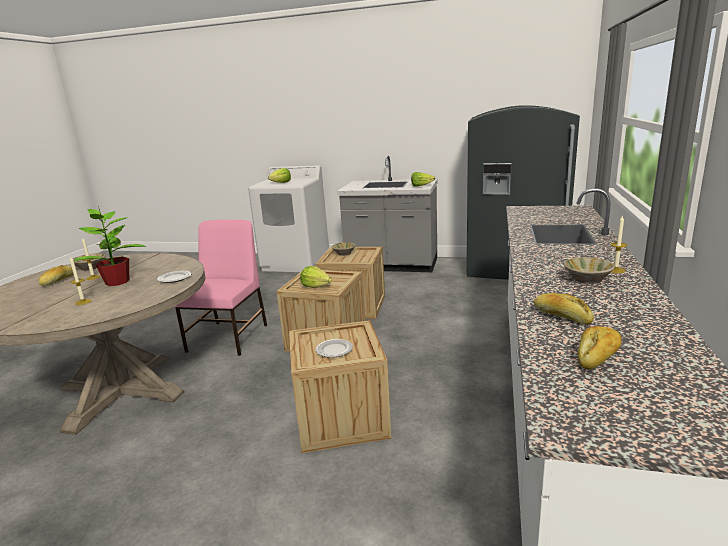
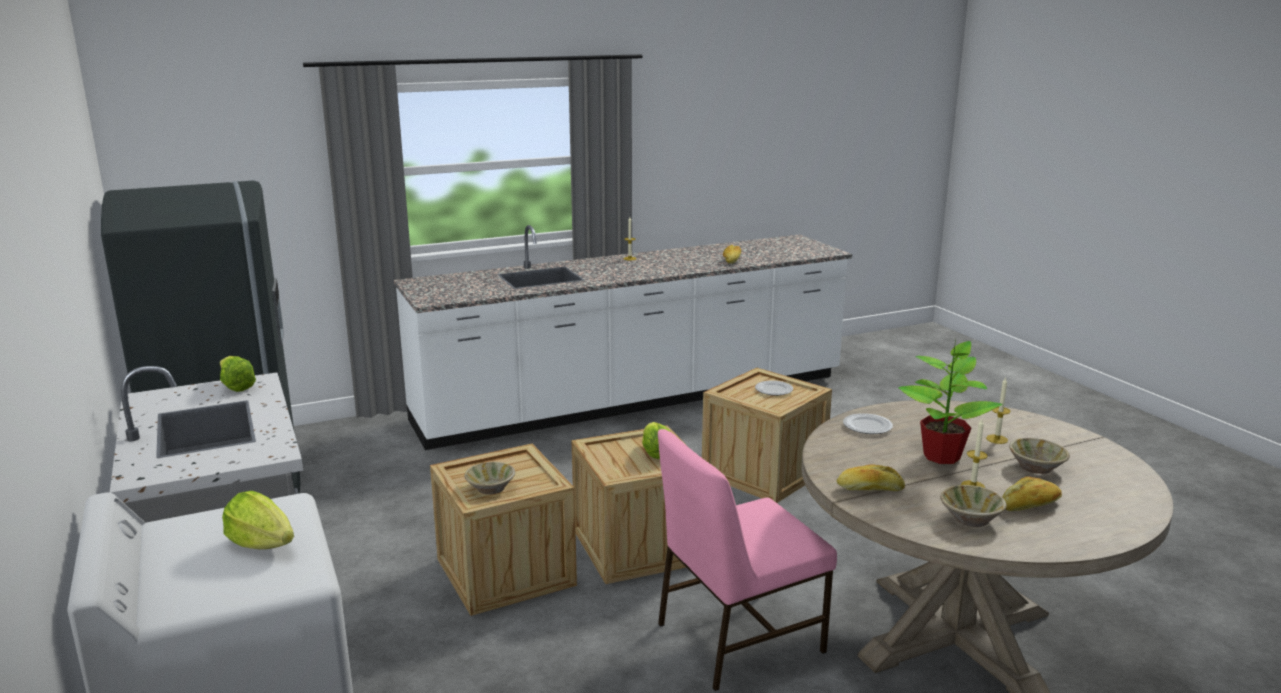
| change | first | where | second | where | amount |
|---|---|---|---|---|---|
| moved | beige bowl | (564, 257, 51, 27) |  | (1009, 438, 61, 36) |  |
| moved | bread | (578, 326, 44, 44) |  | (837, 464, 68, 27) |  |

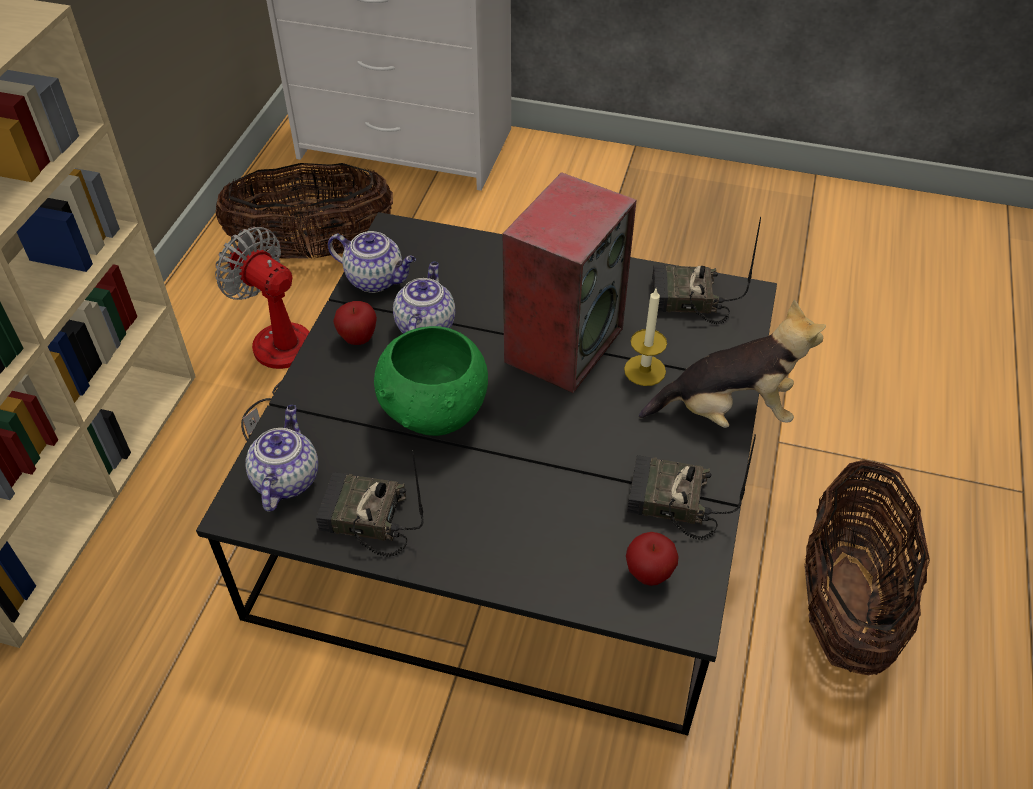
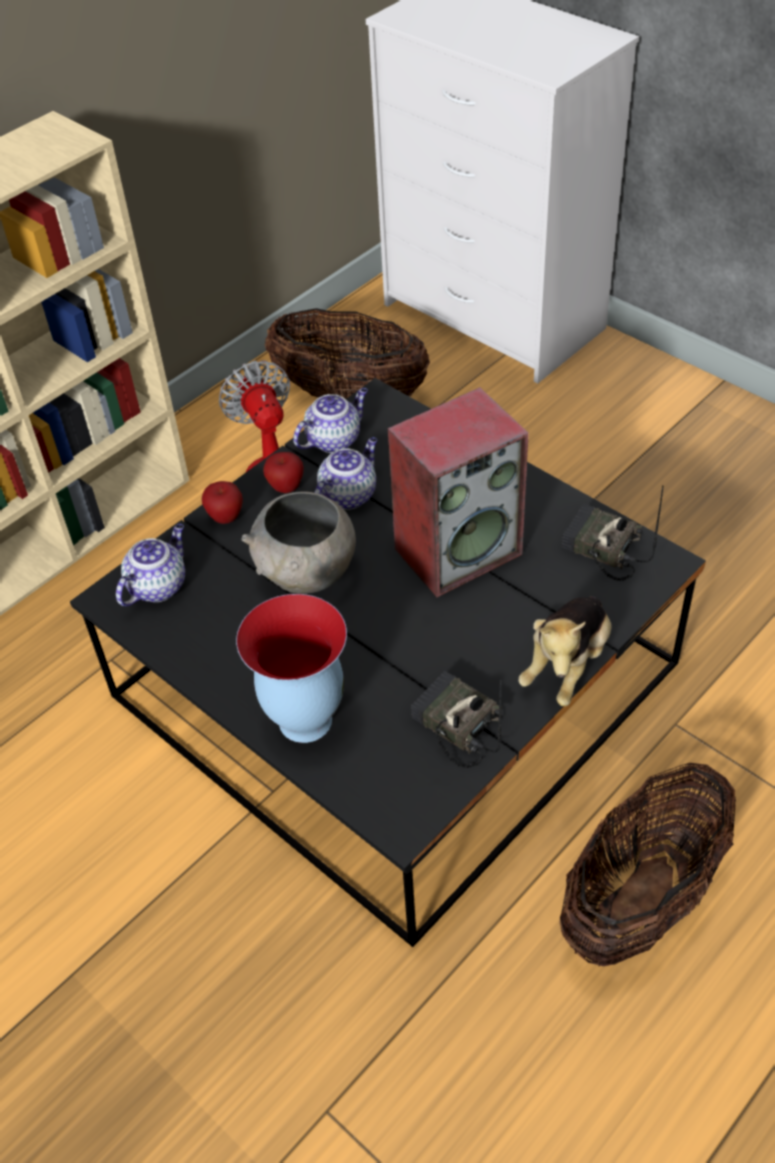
| change | first | where | second | where | amount |
|---|---|---|---|---|---|
| turned | teapot | (328, 231, 88, 62) |  | (293, 388, 75, 65) | 90 degrees counterclockwise |
| removed | candle | (624, 287, 43, 99) |  |  |  |
| turned | plush toy | (639, 299, 187, 129) |  | (518, 596, 94, 110) | 90 degrees clockwise |
| recoloured | green bowl | (374, 326, 114, 110) | grey bowl | (241, 491, 115, 103) |  |
| removed | radio | (316, 450, 108, 107) |  |  |  |
| moved | apple | (626, 532, 53, 54) |  | (201, 481, 42, 43) |  |
| added |  |  | vase | (236, 594, 111, 149) |  |

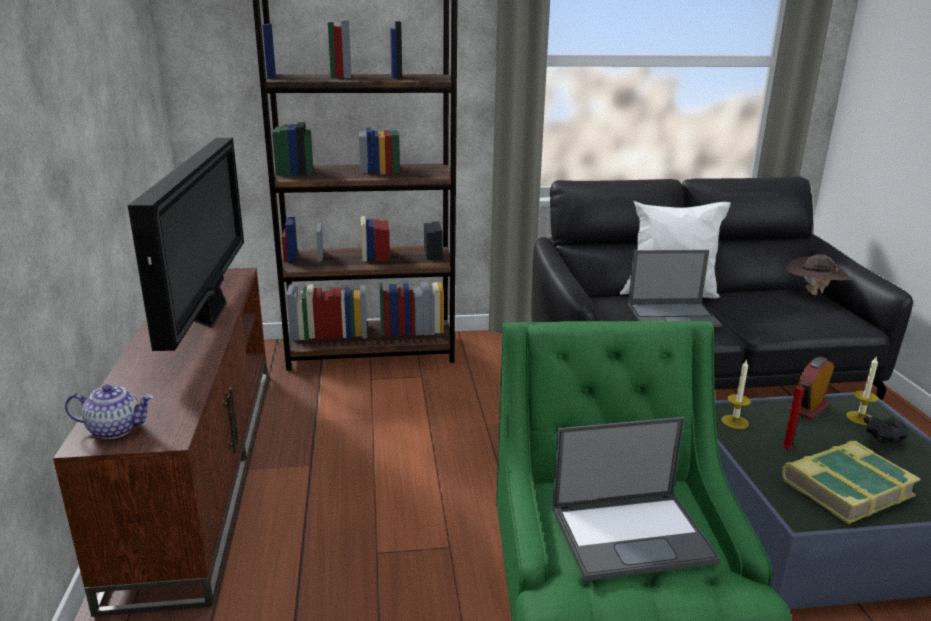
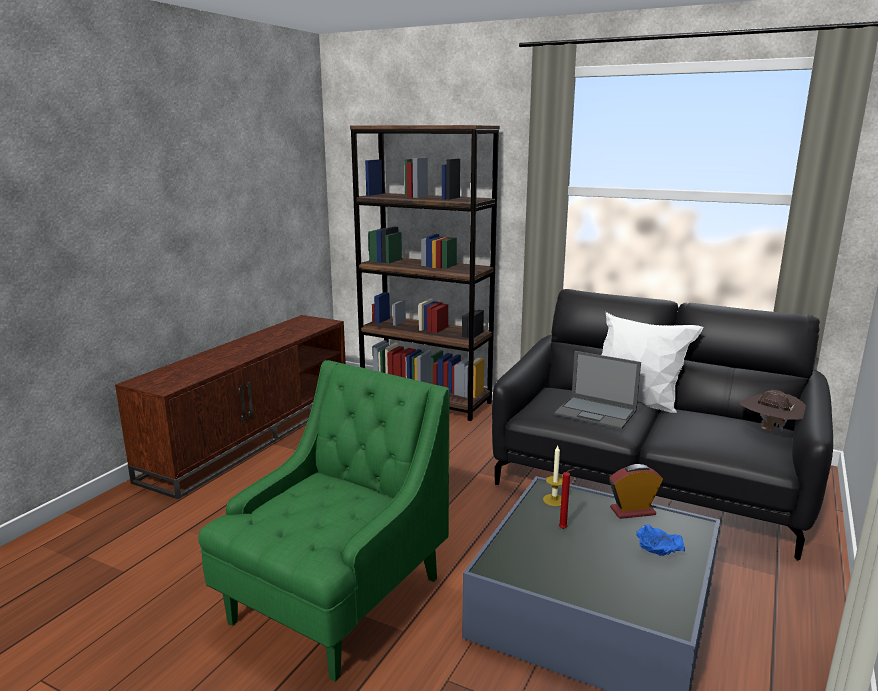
| change | first | where | second | where | amount |
|---|---|---|---|---|---|
| removed | television | (128, 138, 116, 213) |  |  |  |
| removed | candle | (846, 357, 32, 68) |  |  |  |
| removed | teapot | (65, 384, 89, 55) |  |  |  |
| recoloured | black bowl | (863, 416, 45, 28) | blue bowl | (636, 524, 49, 32) |  |
| removed | laptop | (552, 417, 169, 164) |  |  |  |
| removed | book | (782, 441, 138, 83) |  |  |  |

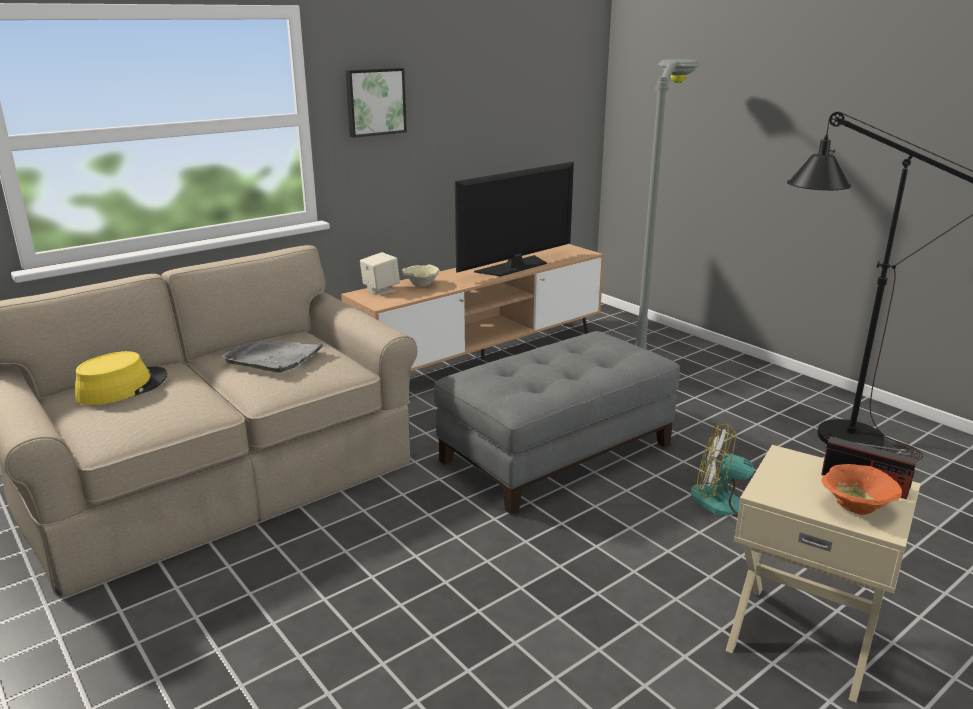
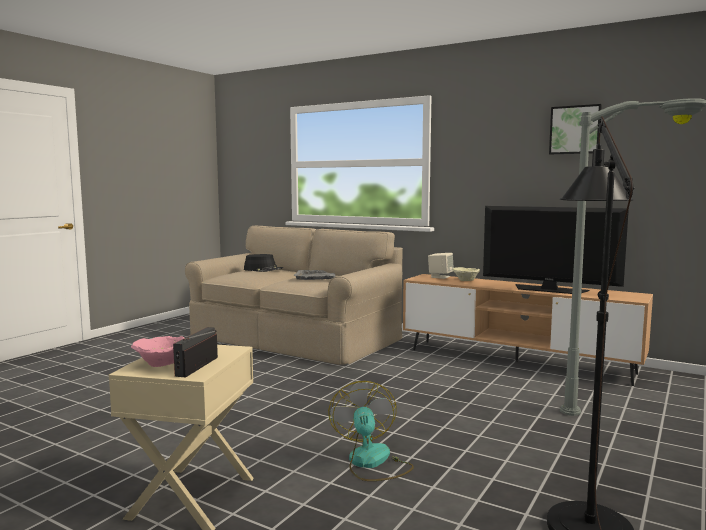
| change | first | where | second | where | amount |
|---|---|---|---|---|---|
| moved | picture | (345, 68, 62, 70) |  | (549, 104, 53, 50) |  |
| removed | grey ottoman | (434, 331, 246, 184) |  |  |  |
| recoloured | yellow hat | (75, 351, 92, 54) | black hat | (244, 254, 39, 18) |  |
| recoloured | orange bowl | (821, 464, 81, 51) | pink bowl | (131, 336, 53, 31) |  |

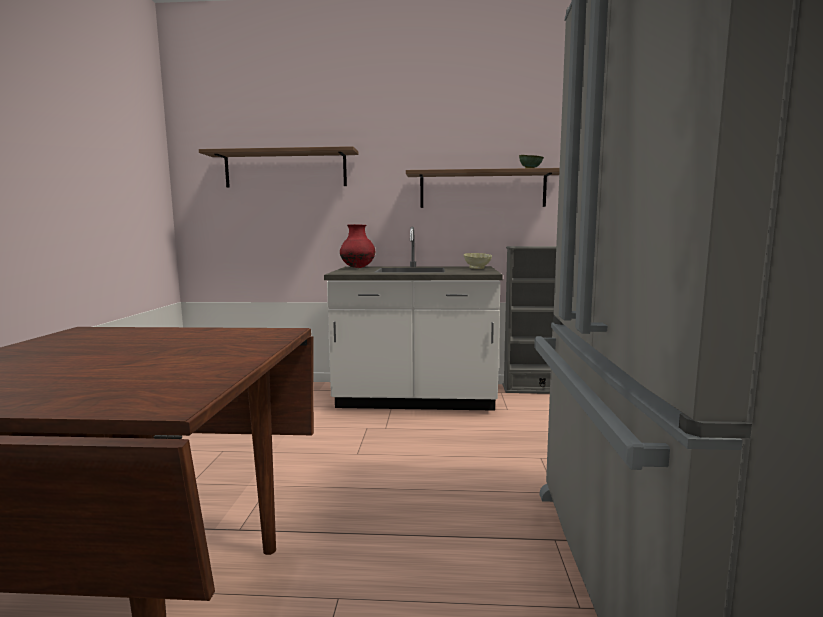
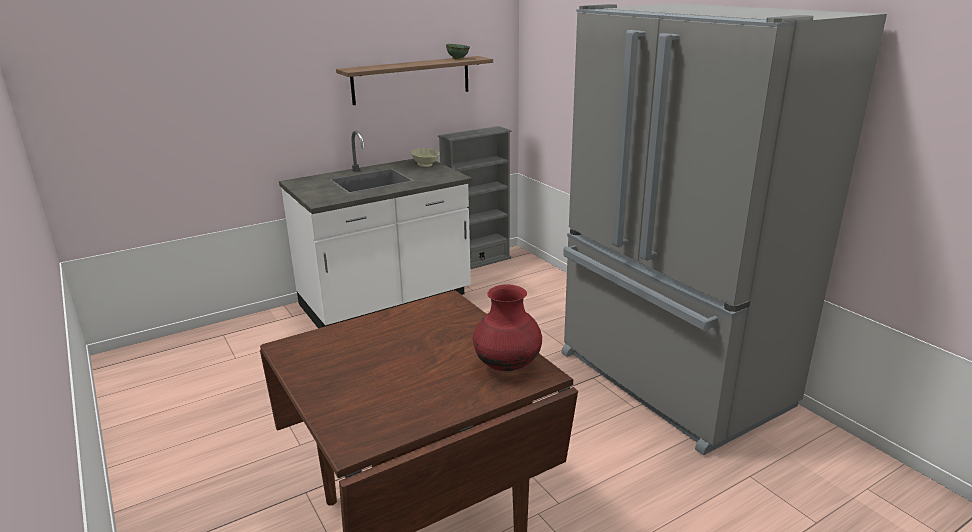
| change | first | where | second | where | amount |
|---|---|---|---|---|---|
| removed | shelf | (199, 146, 160, 42) |  |  |  |
| moved | red vase | (340, 224, 35, 44) |  | (473, 284, 69, 87) |  |

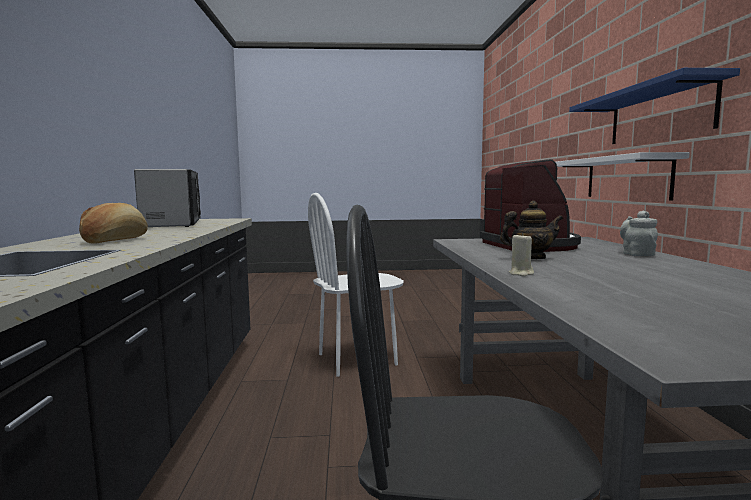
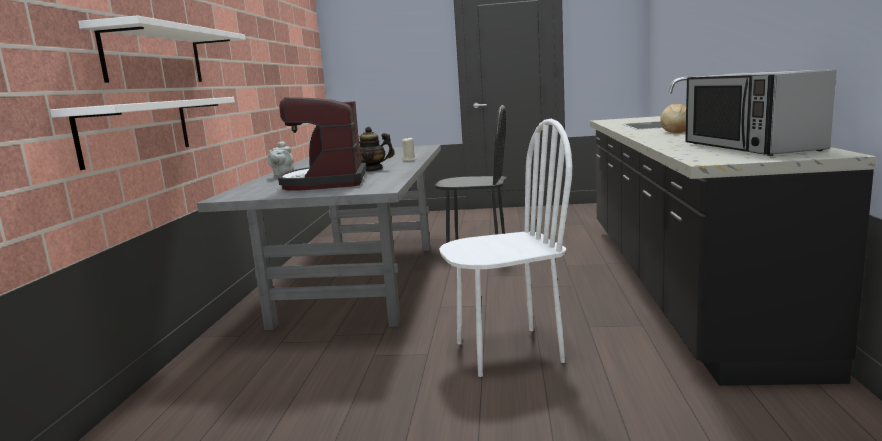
| change | first | where | second | where | amount |
|---|---|---|---|---|---|
| recoloured | blue shelf | (569, 68, 171, 76) | white shelf | (78, 15, 167, 68) |  |

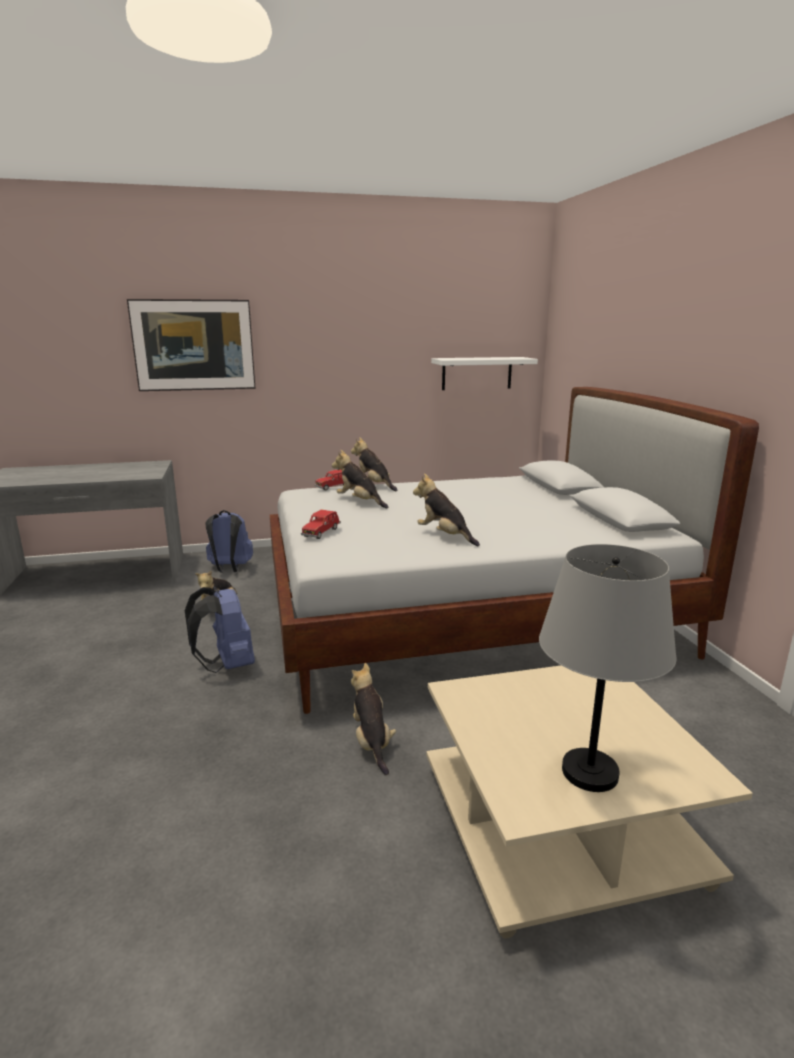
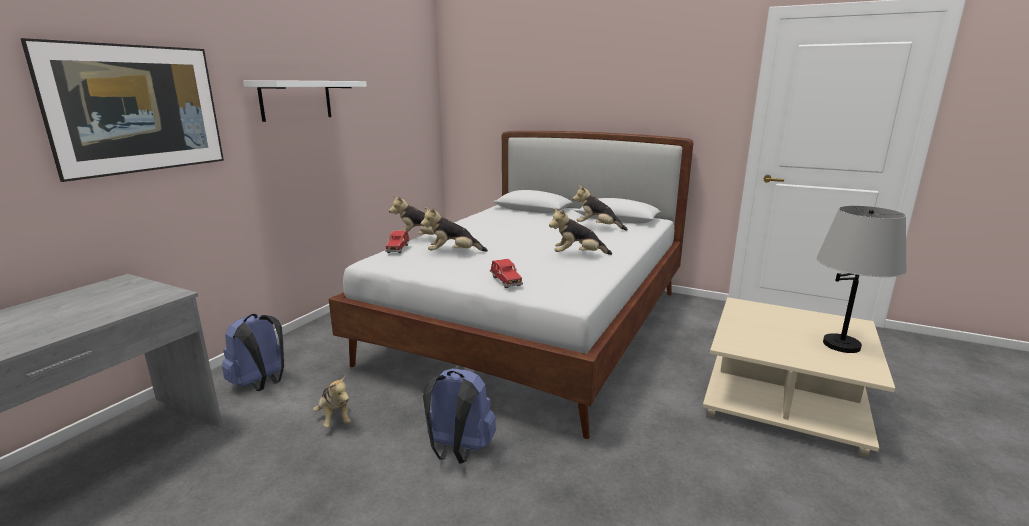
| change | first | where | second | where | amount |
|---|---|---|---|---|---|
| moved | white shelf | (431, 357, 107, 33) |  | (243, 80, 124, 42) |  |
| moved | plush toy | (351, 663, 45, 112) |  | (573, 185, 55, 46) |  |

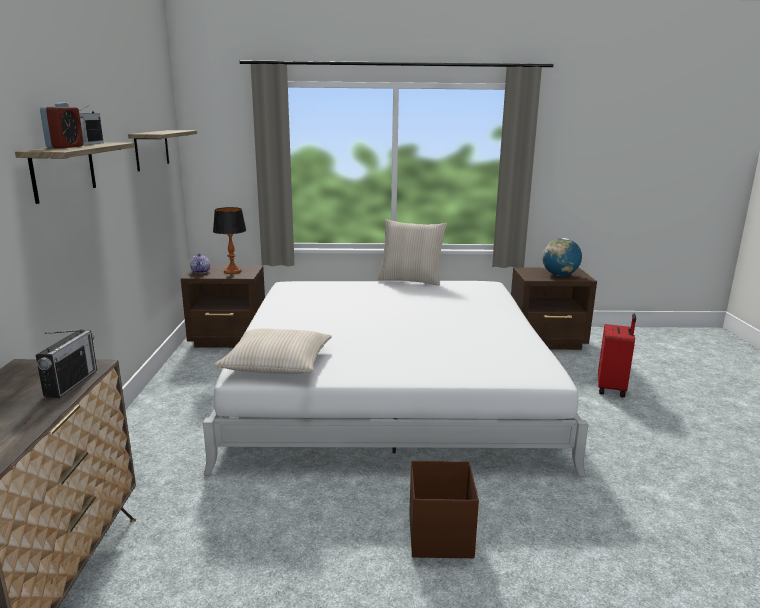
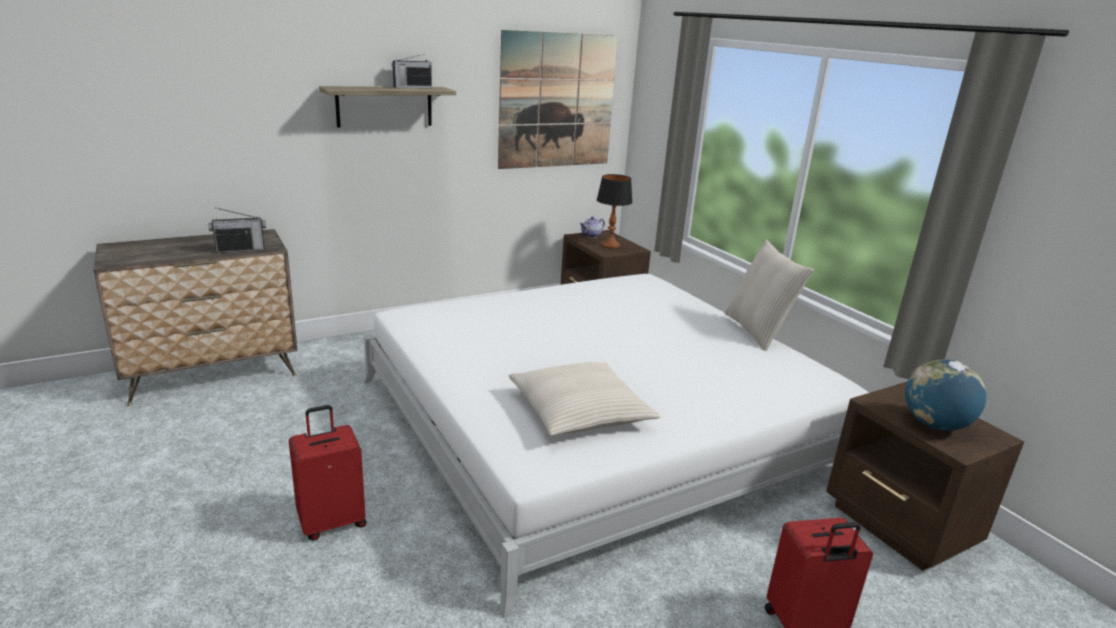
| change | first | where | second | where | amount |
|---|---|---|---|---|---|
| removed | alarm clock | (40, 102, 44, 46) |  |  |  |
| replaced | shelf | (128, 130, 69, 41) | picture | (498, 30, 120, 139) |  |
| moved | beige pillow | (214, 329, 118, 45) |  | (509, 362, 152, 74) |  |
| replaced | brown storage box | (409, 461, 70, 97) | red suitcase | (289, 405, 77, 136) |  |

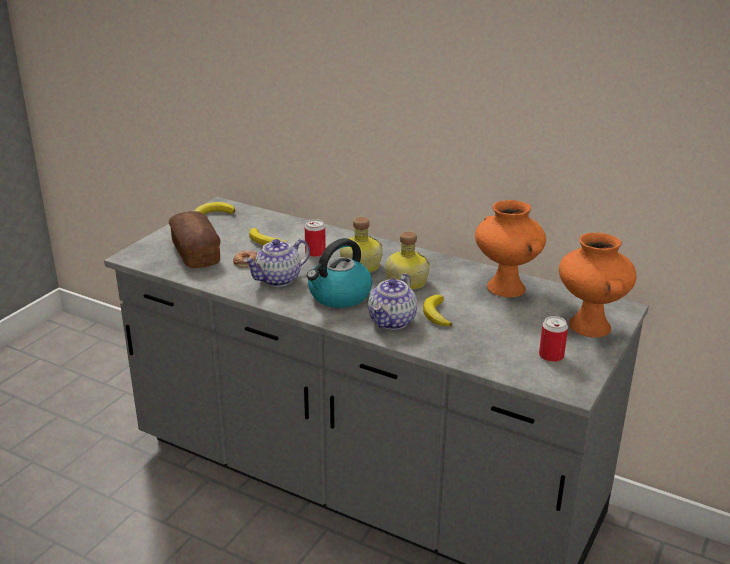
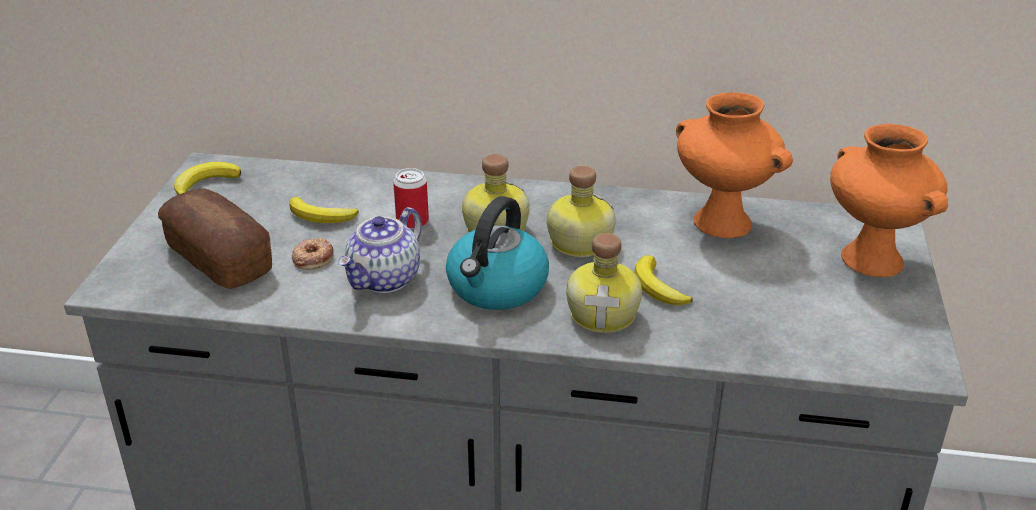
| change | first | where | second | where | amount |
|---|---|---|---|---|---|
| replaced | teapot | (368, 273, 49, 57) | bottle | (566, 233, 76, 100) |  |
| removed | can | (539, 316, 29, 46) |  |  |  |

